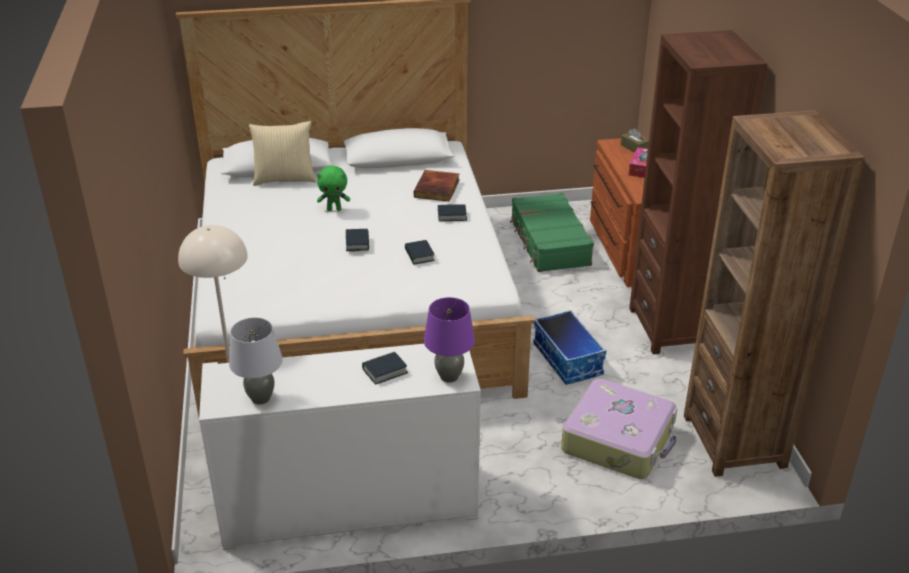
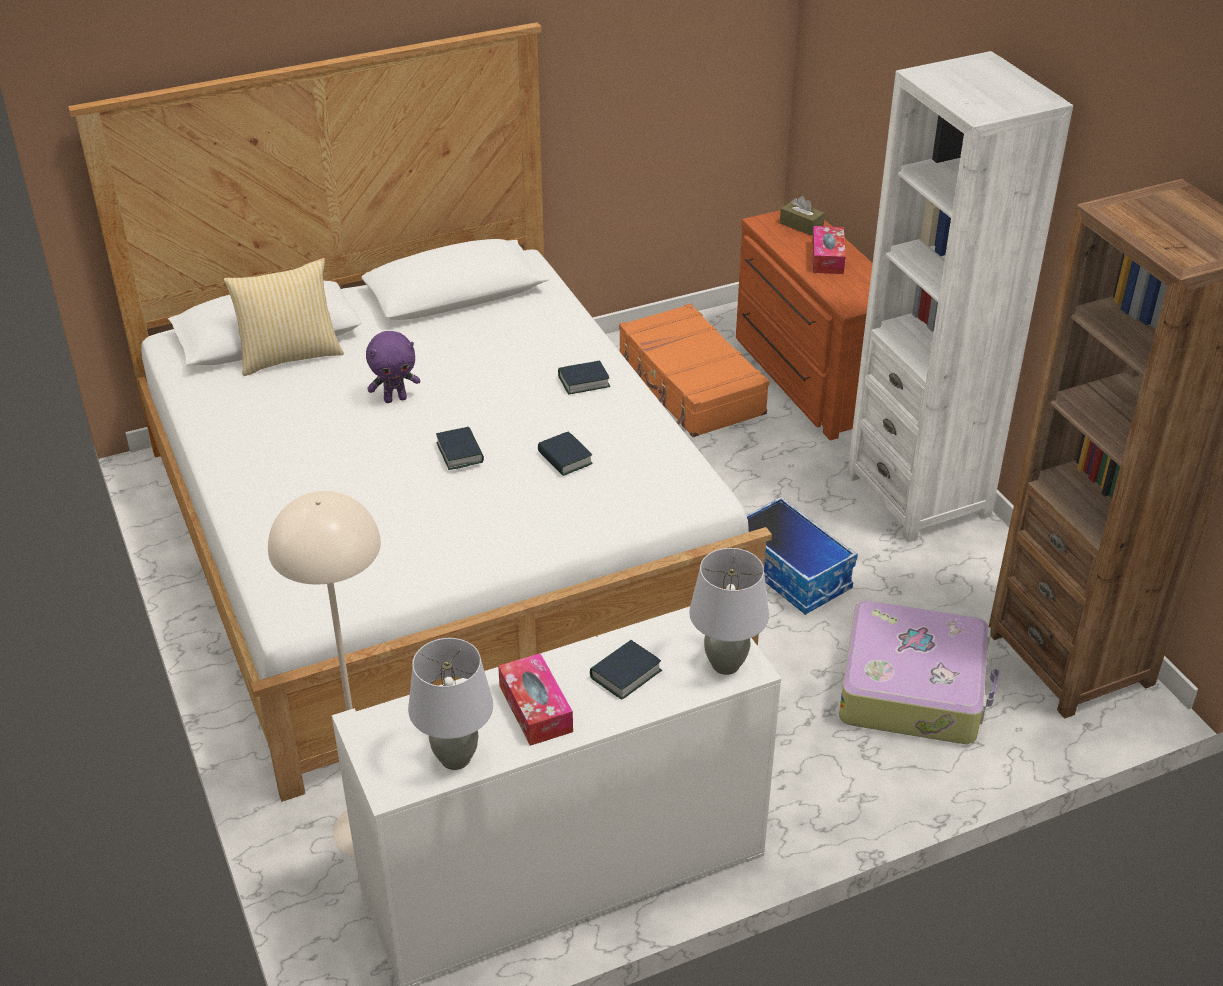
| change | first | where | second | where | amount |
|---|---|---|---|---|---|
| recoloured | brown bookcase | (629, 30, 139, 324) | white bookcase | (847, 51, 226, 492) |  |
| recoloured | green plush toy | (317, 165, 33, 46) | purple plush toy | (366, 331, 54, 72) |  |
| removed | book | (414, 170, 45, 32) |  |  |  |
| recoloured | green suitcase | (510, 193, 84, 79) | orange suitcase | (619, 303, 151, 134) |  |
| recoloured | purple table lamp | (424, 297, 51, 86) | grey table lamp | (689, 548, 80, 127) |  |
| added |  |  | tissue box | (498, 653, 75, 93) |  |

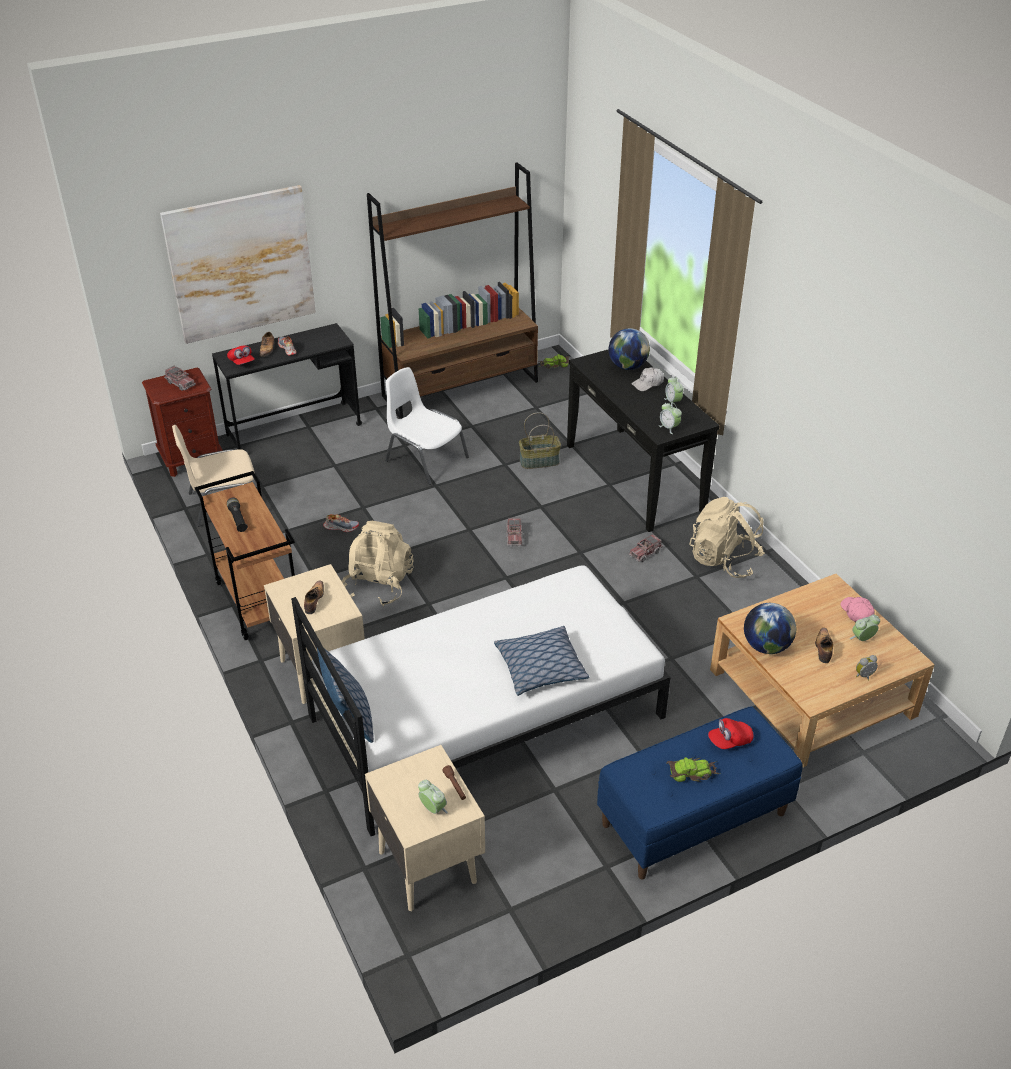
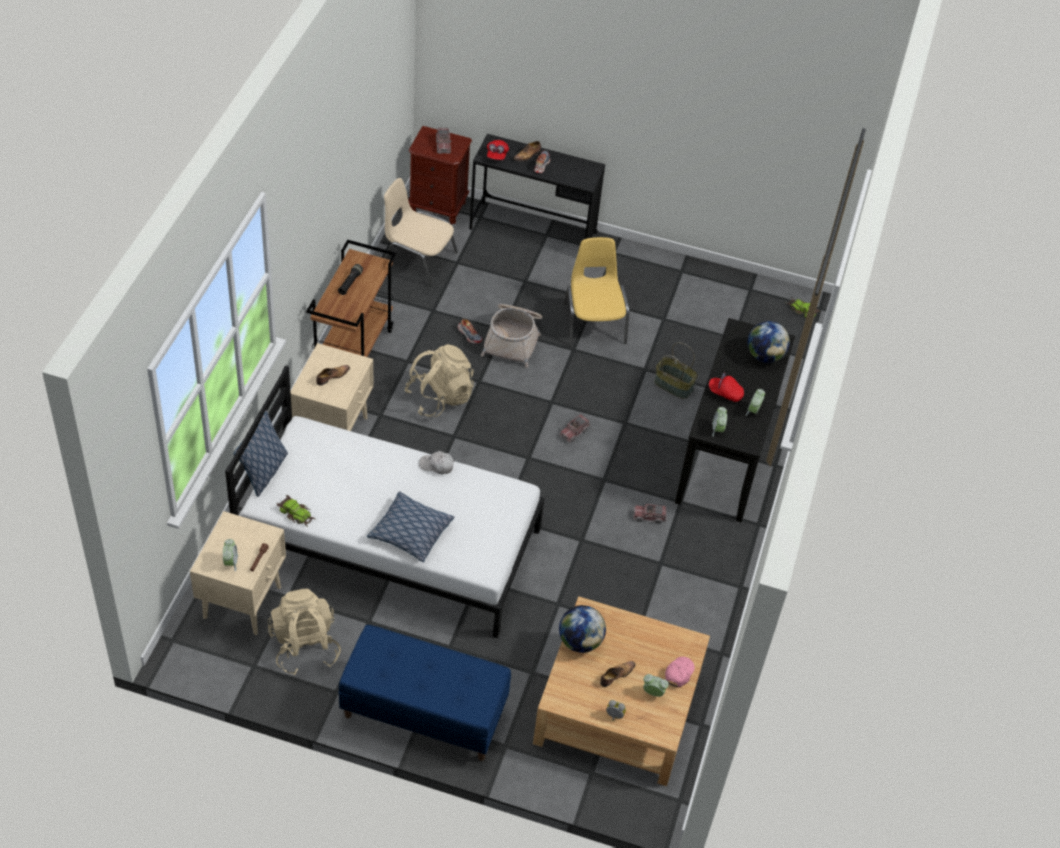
| change | first | where | second | where | amount |
|---|---|---|---|---|---|
| removed | brown bookcase | (367, 162, 171, 257) |  |  |  |
| removed | picture | (160, 185, 156, 159) |  |  |  |
| recoloured | white chair | (385, 367, 84, 118) | yellow chair | (564, 237, 65, 109) |  |
| moved | white cap | (631, 367, 33, 24) |  | (419, 451, 35, 23) |  |
| moved | beige backpack | (689, 497, 76, 81) |  | (268, 589, 73, 86) |  |
| moved | red cap | (708, 718, 46, 31) |  | (709, 373, 35, 29) |  |
| moved | toy car | (666, 757, 54, 25) |  | (277, 495, 40, 32) |  |
| added |  |  | basket | (481, 304, 62, 64) |  |

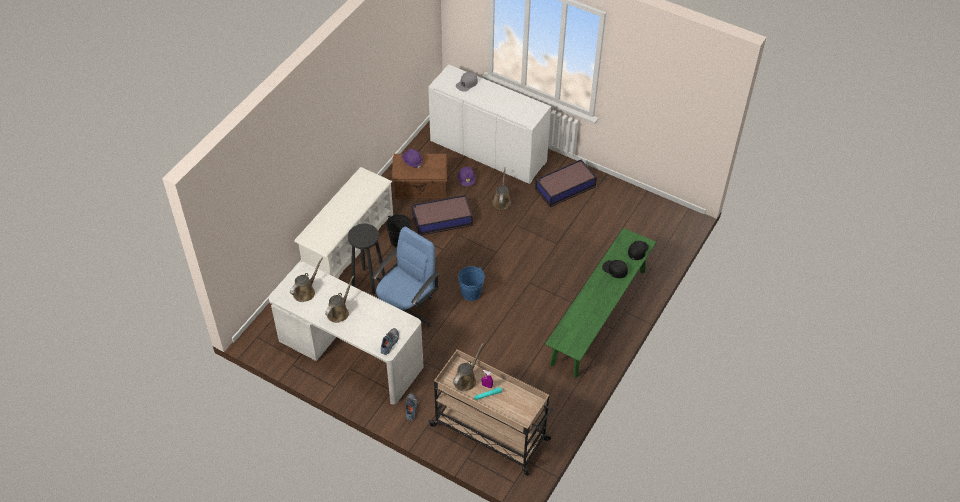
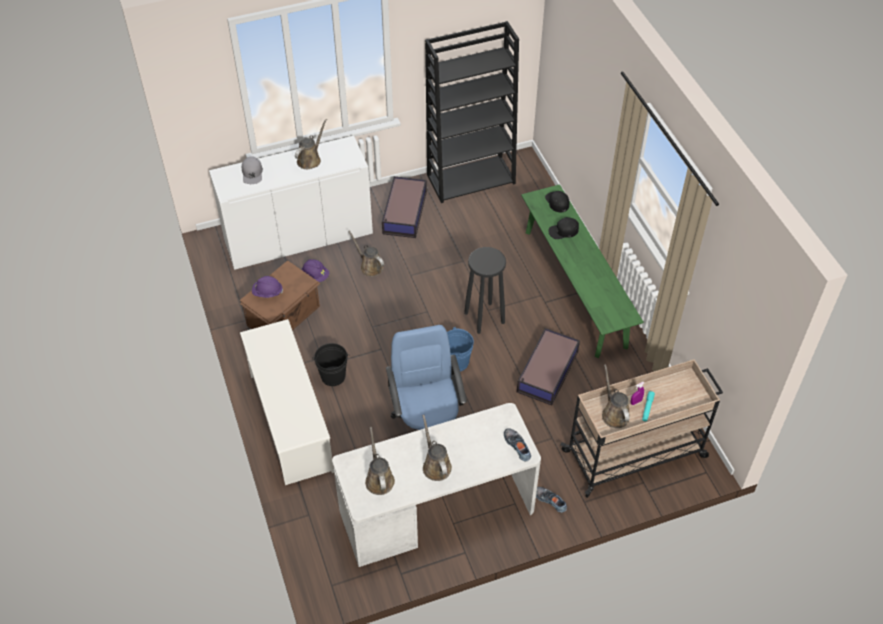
| change | first | where | second | where | amount |
|---|---|---|---|---|---|
| moved | storage box | (412, 195, 61, 41) |  | (517, 328, 63, 78) |  |
| moved | black stool | (348, 224, 37, 70) |  | (464, 247, 42, 87) |  |
| added |  |  | black bookcase | (425, 21, 94, 182) |  |
| added |  |  | brown watering can | (295, 119, 32, 50) |  |

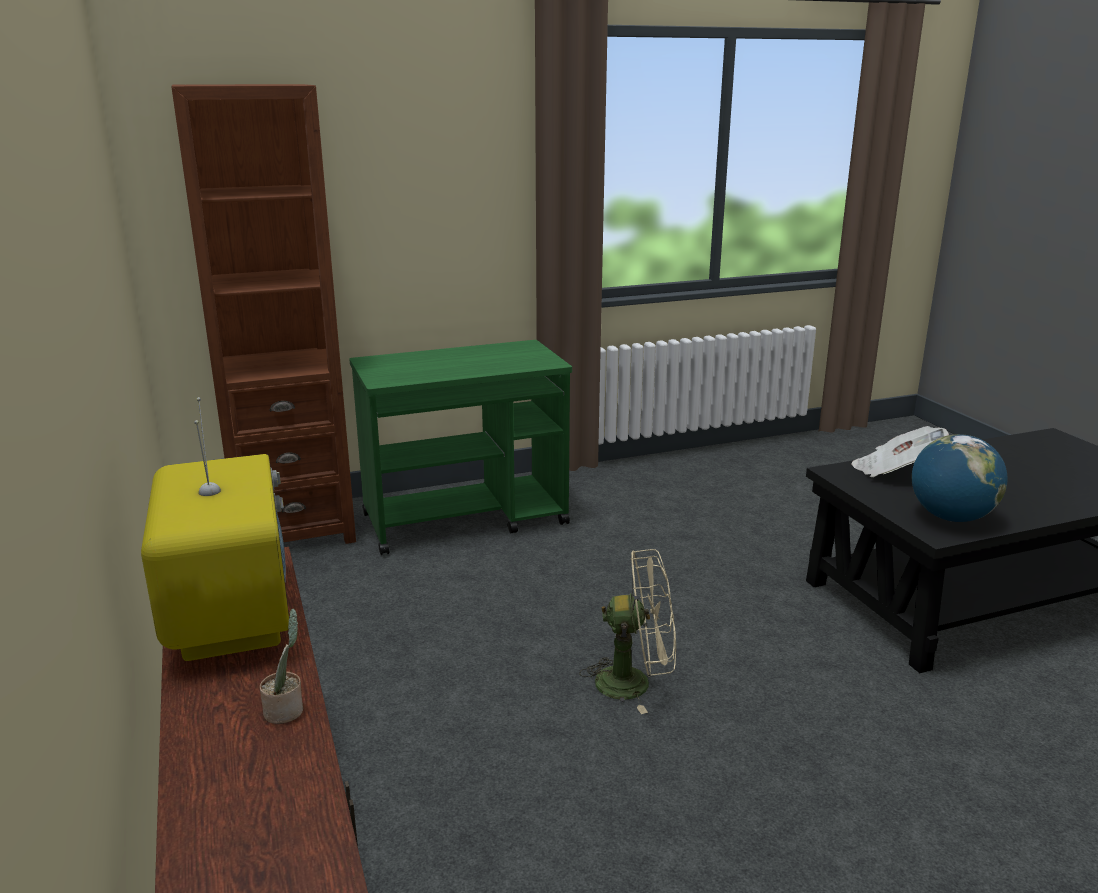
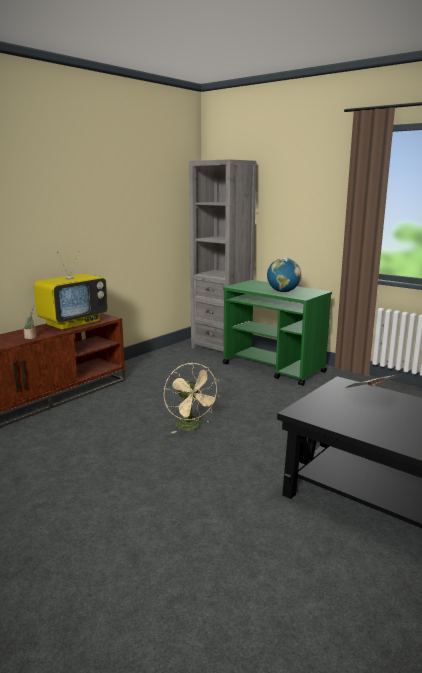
| change | first | where | second | where | amount |
|---|---|---|---|---|---|
| recoloured | brown bookcase | (171, 84, 185, 460) | grey bookcase | (189, 159, 68, 193) |  |
| moved | globe | (911, 434, 97, 88) |  | (267, 258, 34, 34) |  |

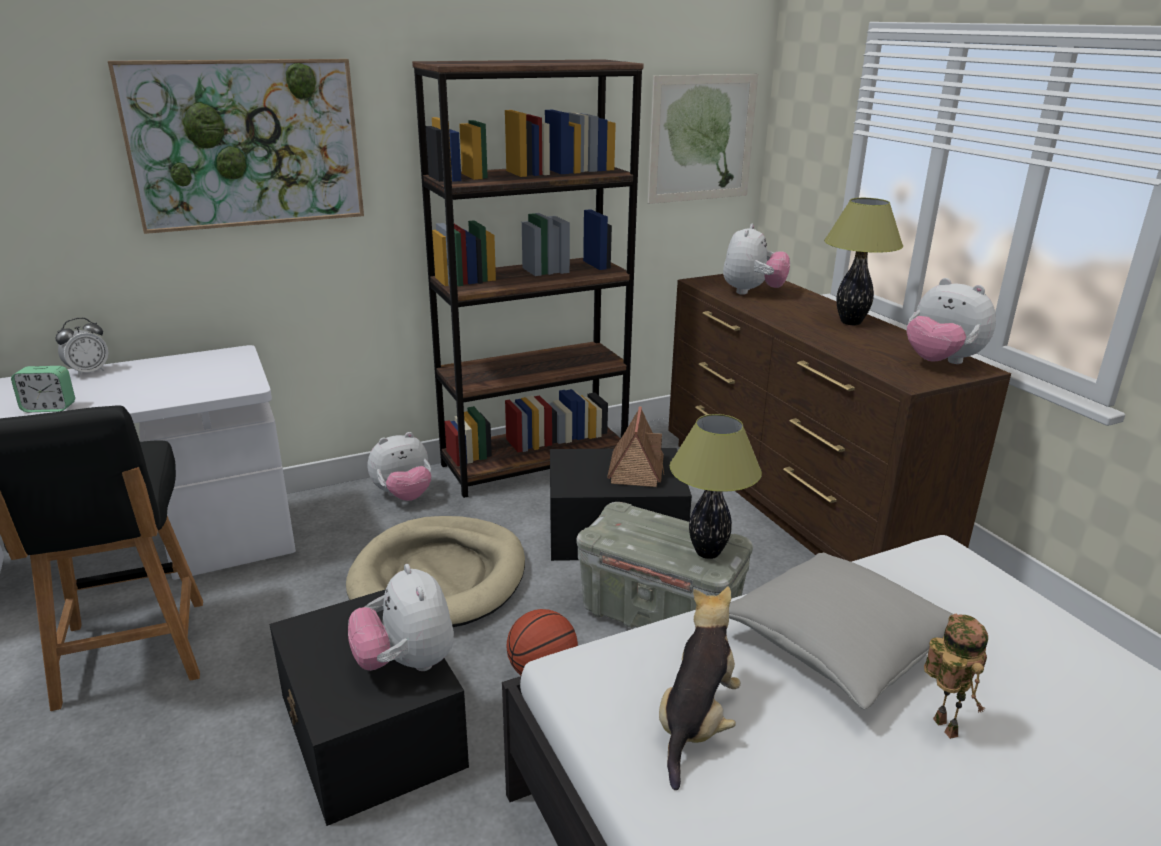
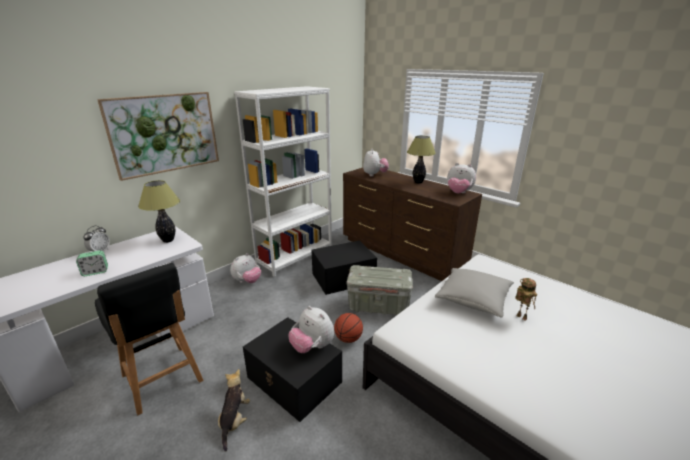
| change | first | where | second | where | amount |
|---|---|---|---|---|---|
| recoloured | brown bookcase | (412, 60, 232, 438) | white bookcase | (234, 86, 98, 191) |  |
| removed | picture | (648, 74, 110, 130) |  |  |  |
| removed | toy house | (607, 407, 57, 80) |  |  |  |
| moved | table lamp | (670, 414, 92, 145) |  | (138, 180, 42, 63) |  |
| removed | beige dog bed | (346, 516, 179, 111) |  |  |  |
| moved | plush toy | (659, 586, 82, 204) |  | (218, 369, 32, 83) |  |

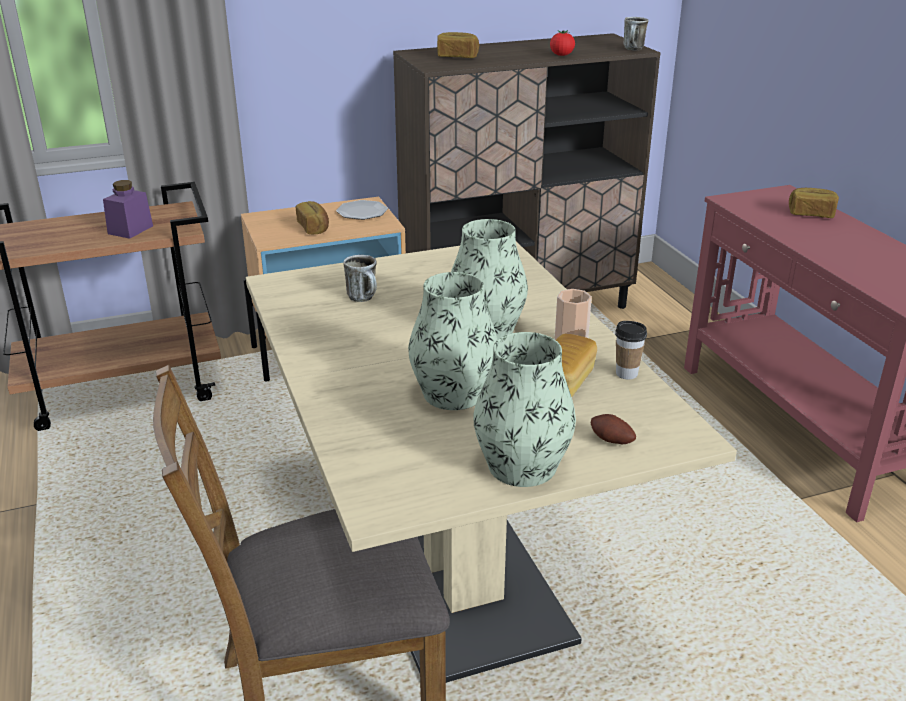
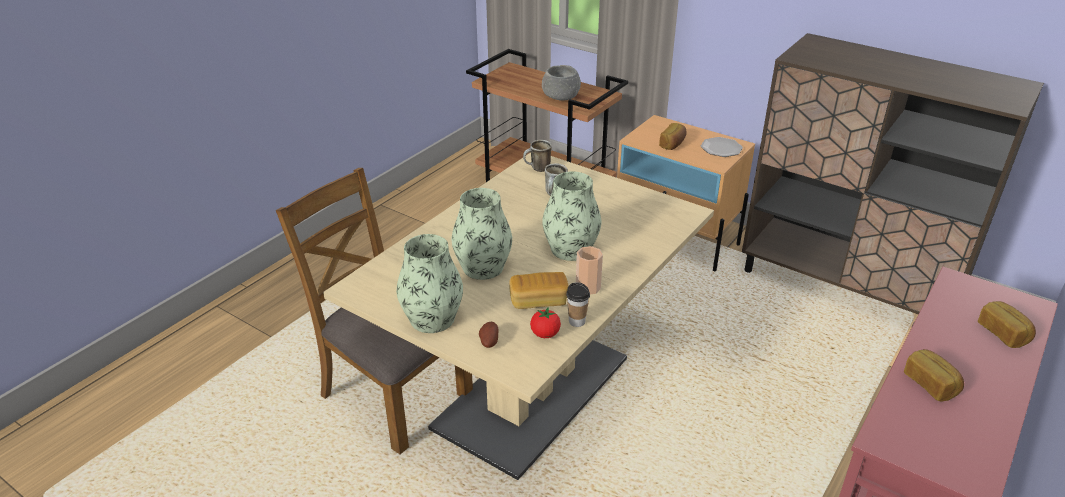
| change | first | where | second | where | amount |
|---|---|---|---|---|---|
| moved | mug | (623, 17, 25, 34) |  | (523, 140, 29, 32) |  |
| moved | tomato | (550, 30, 25, 26) |  | (530, 307, 31, 31) |  |
| moved | bread | (437, 32, 42, 26) |  | (904, 349, 60, 53) |  |
| replaced | purple jar | (103, 180, 50, 59) | grey bowl | (542, 65, 39, 35) |  |

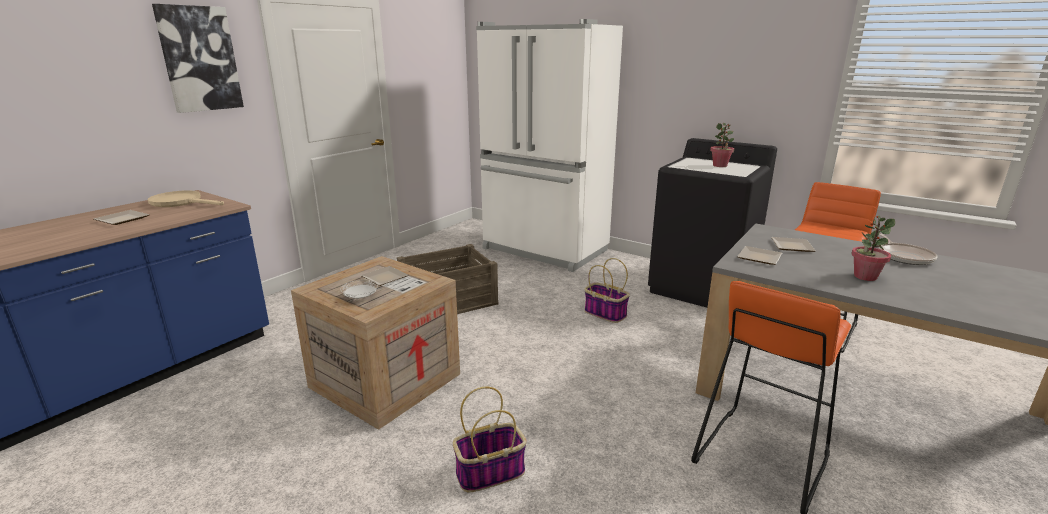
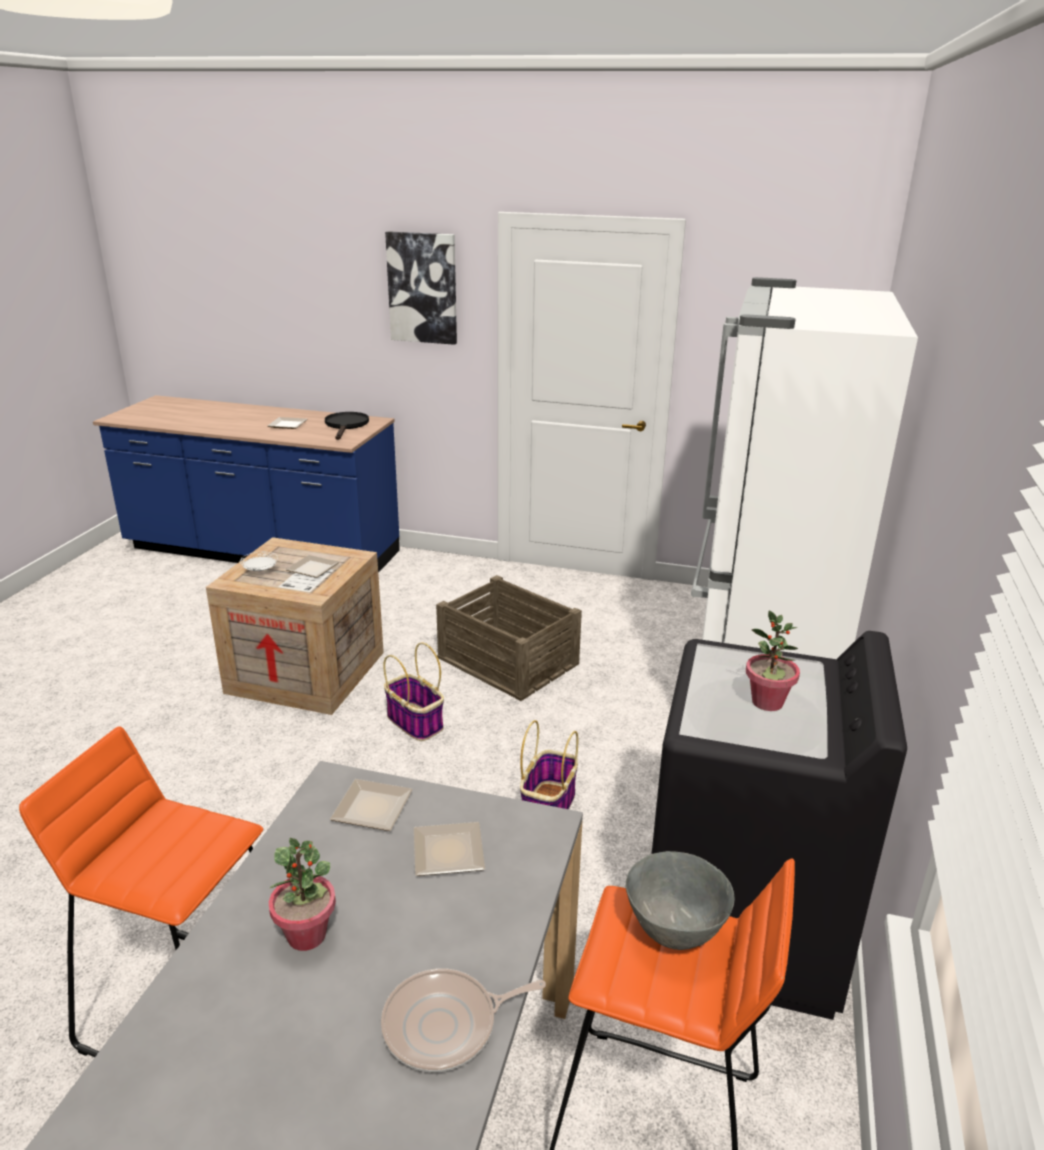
| change | first | where | second | where | amount |
|---|---|---|---|---|---|
| recoloured | beige frying pan | (148, 190, 76, 17) | black frying pan | (325, 412, 44, 28) |  |
| moved | basket | (453, 387, 74, 105) |  | (383, 642, 61, 99) |  |
| added |  |  | grey bowl | (626, 851, 109, 99) |  |

